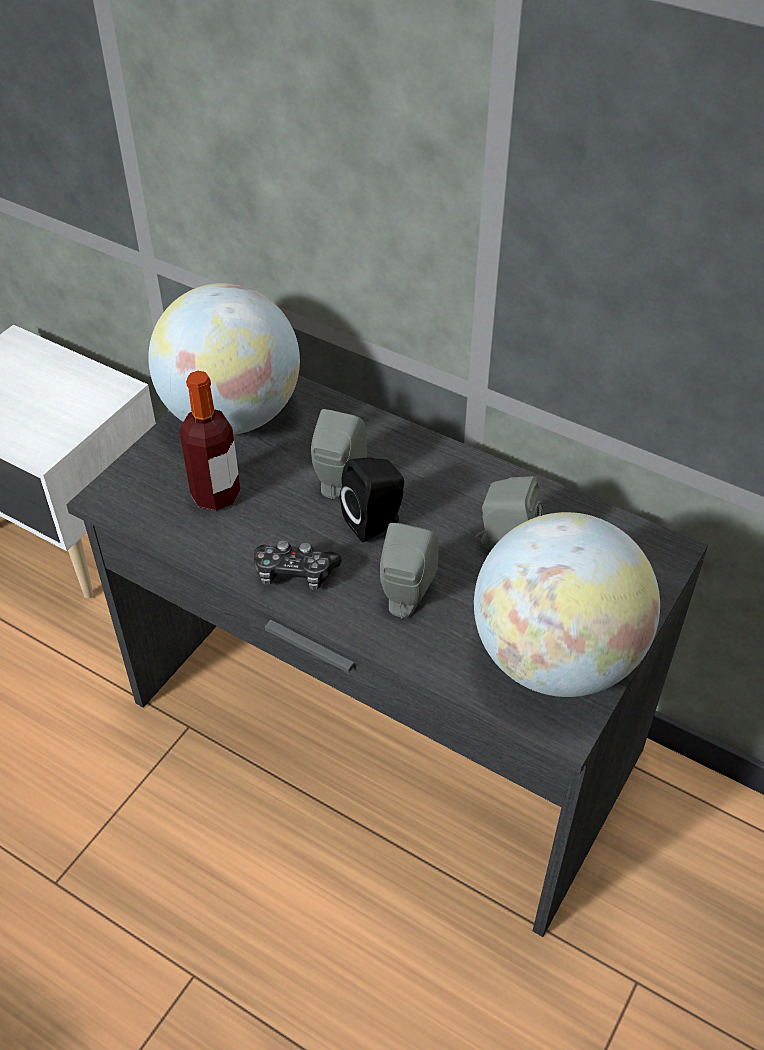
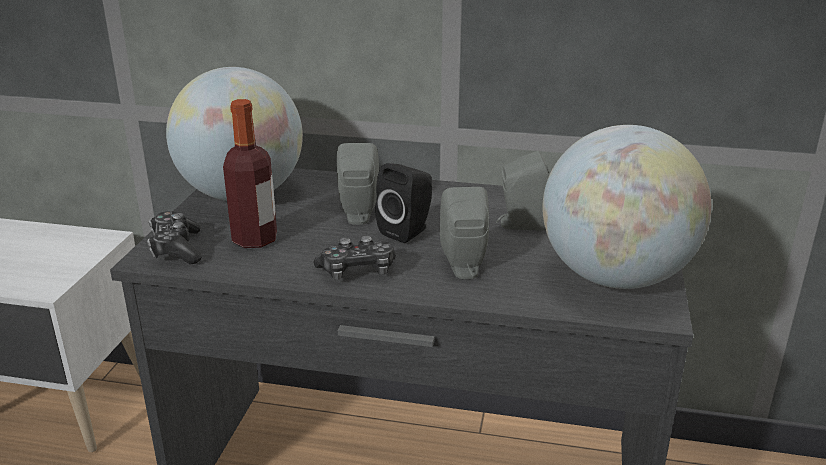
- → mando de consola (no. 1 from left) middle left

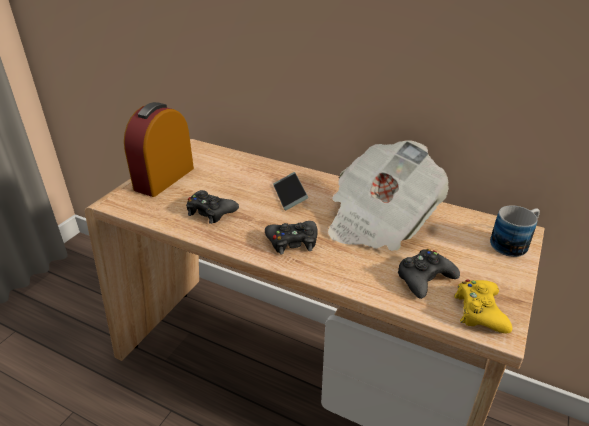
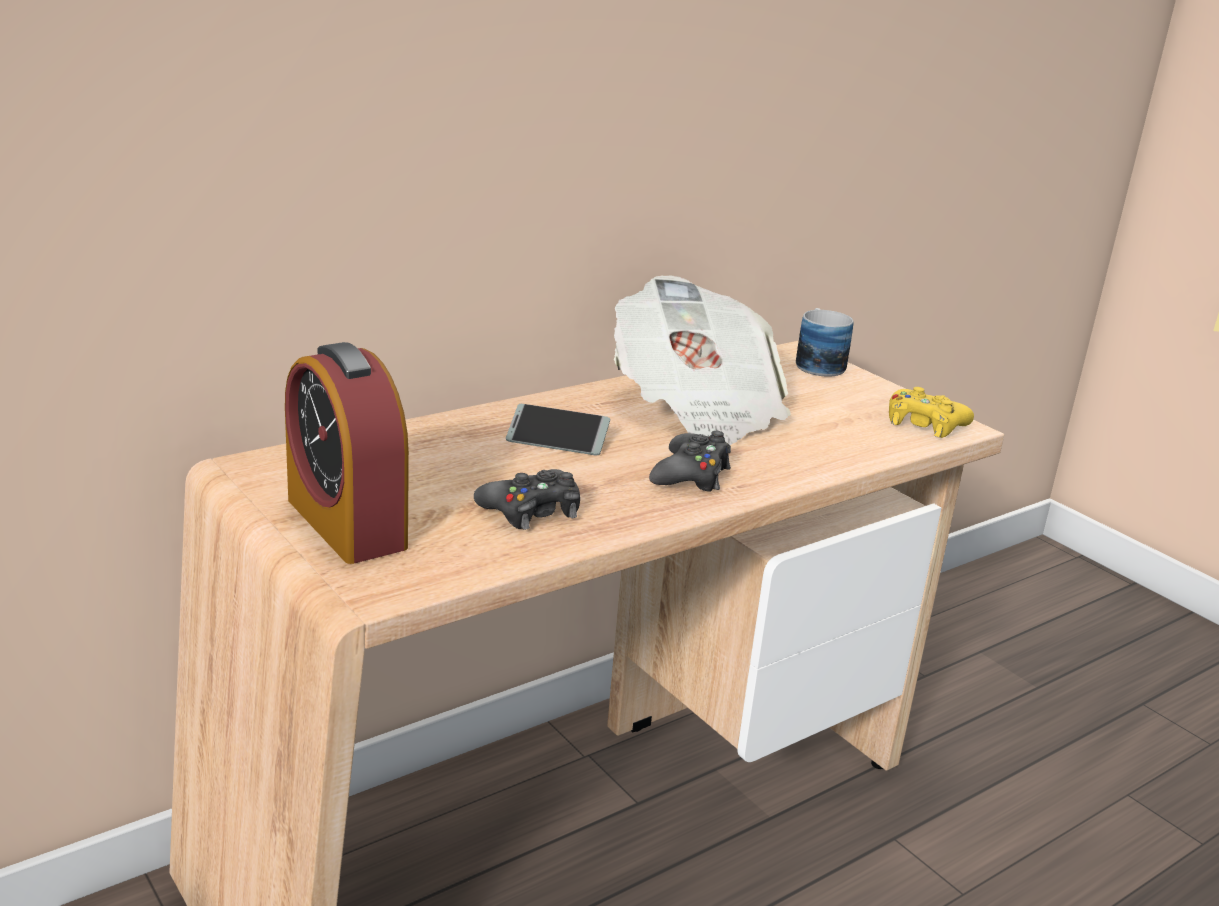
mando de consola [negro] (no. 3 from left) middle right → -

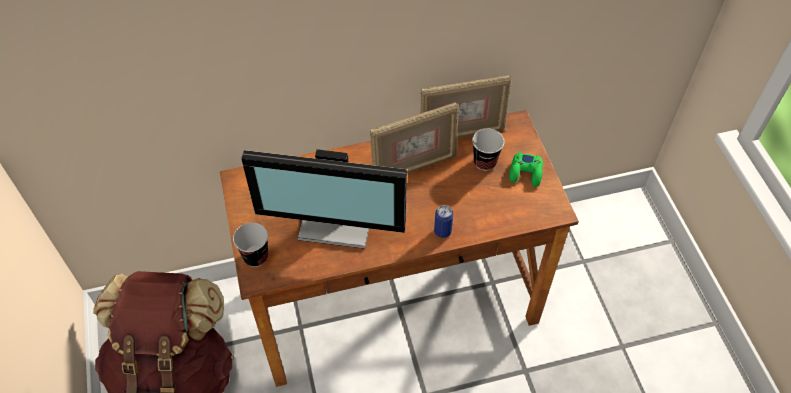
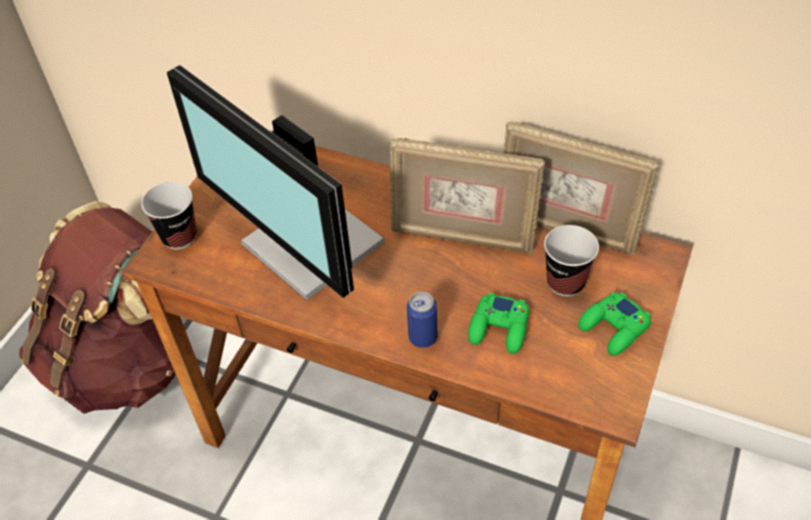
- → mando de consola [verde] (no. 1 from left) centre

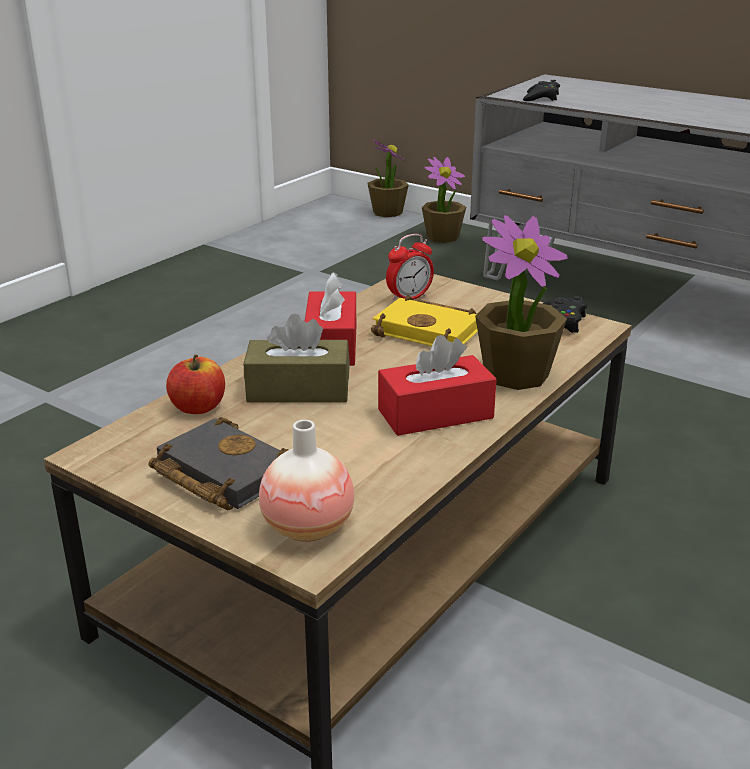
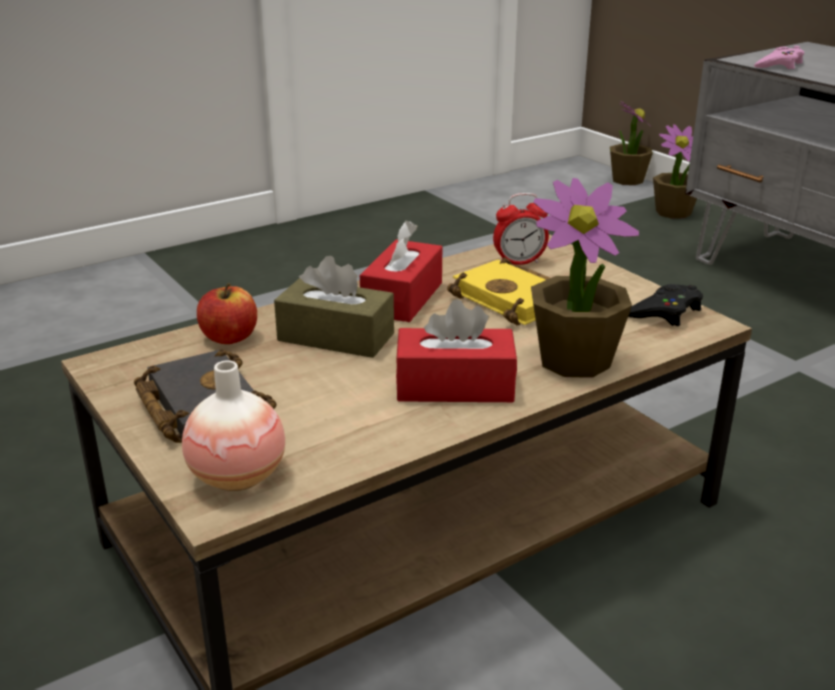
mando de consola [negro] (no. 1 from left) top right → mando de consola [rosa] top right

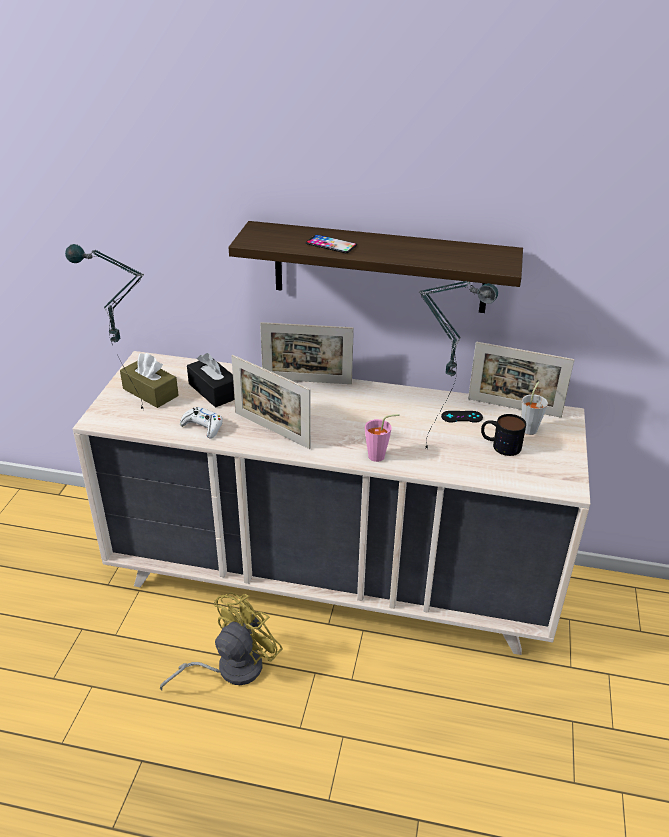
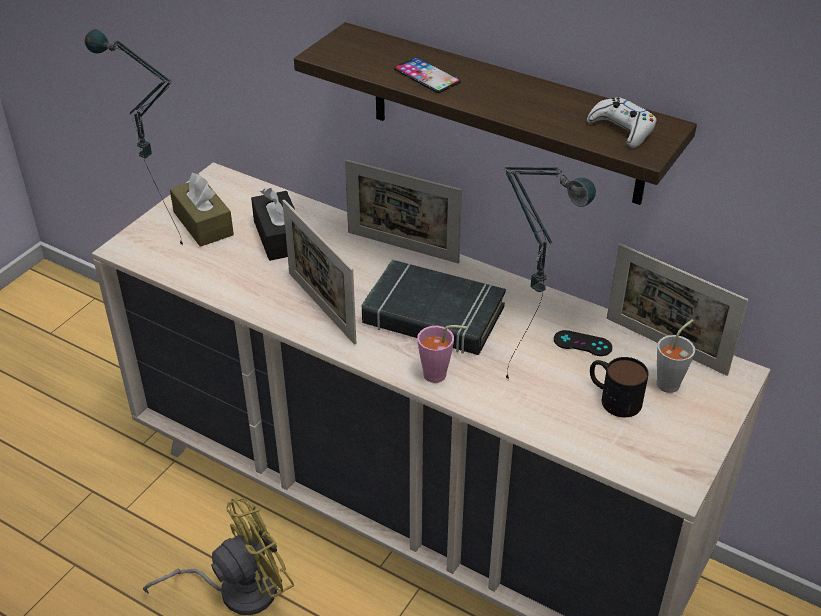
mando de consola [blanco] middle left → mando de consola [blanco] top right, relocated
- → libro [negro] centre

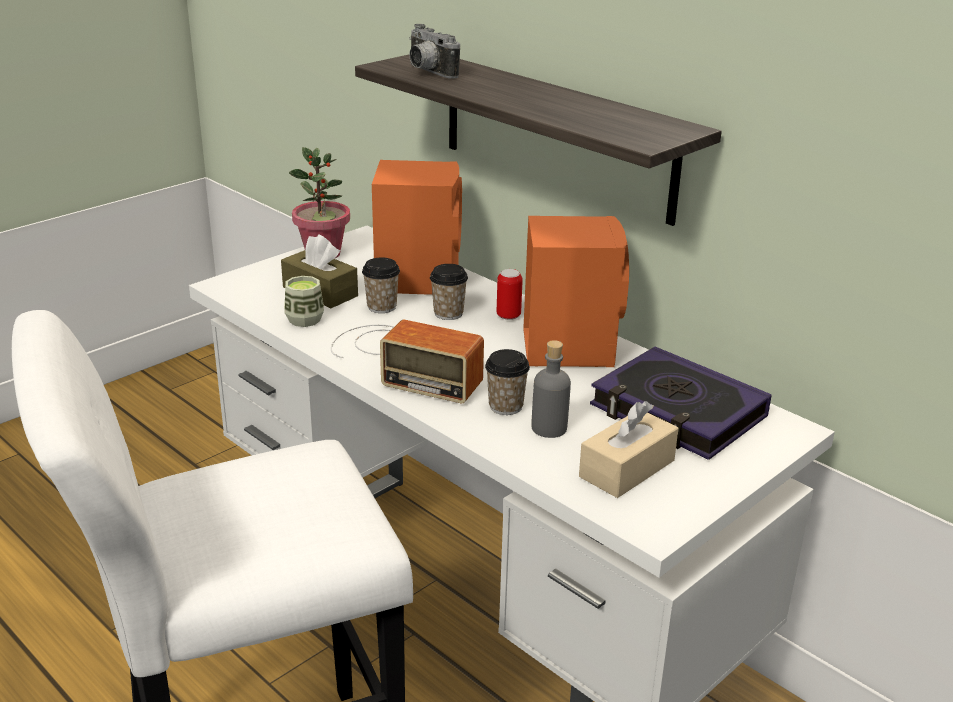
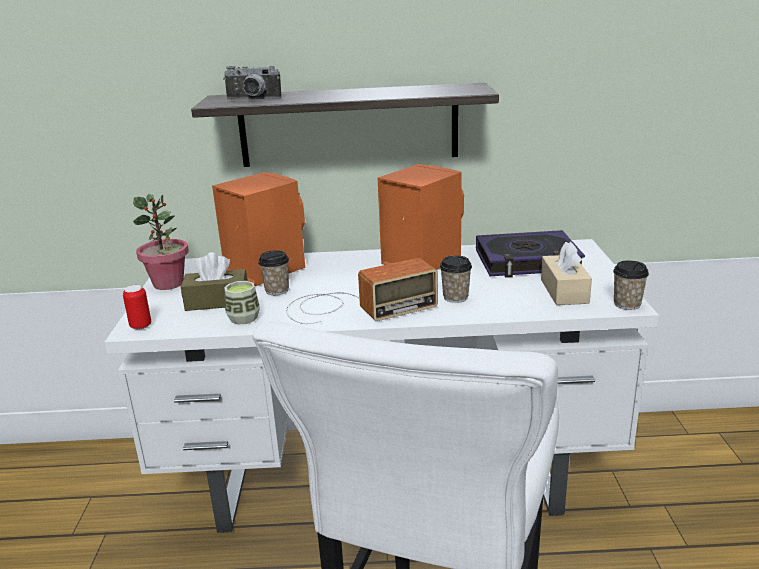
taza (no. 3 from left in the first image) centre → taza (no. 4 from left) middle right, relocated
lata centre → lata middle left, relocated
botella [gris] centre → -

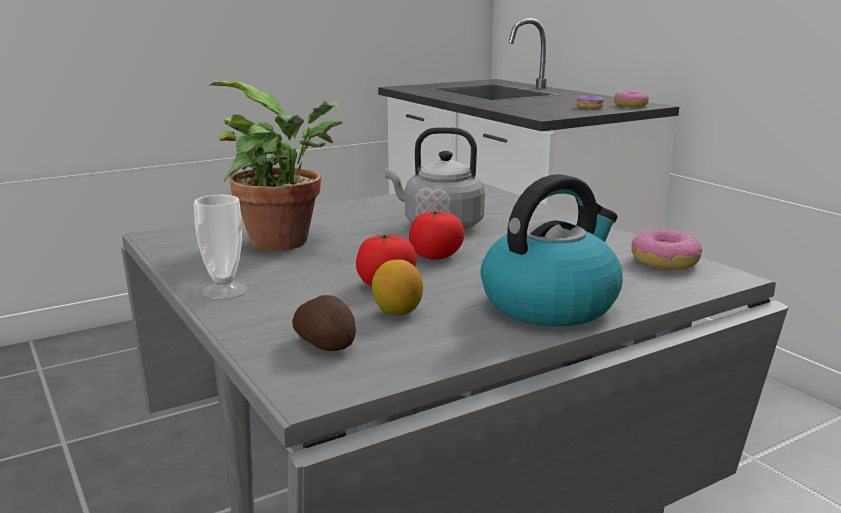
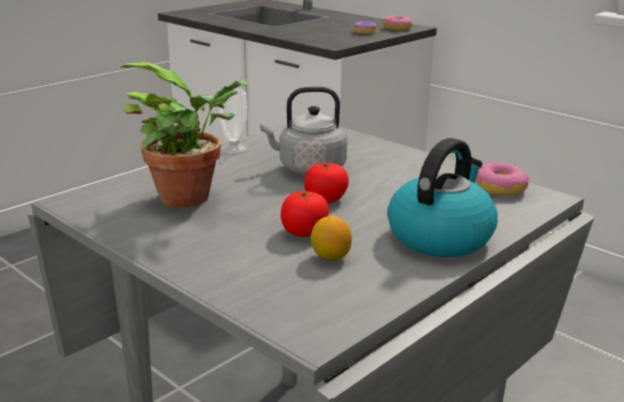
taza middle left → taza top centre, relocated
patata centre → -

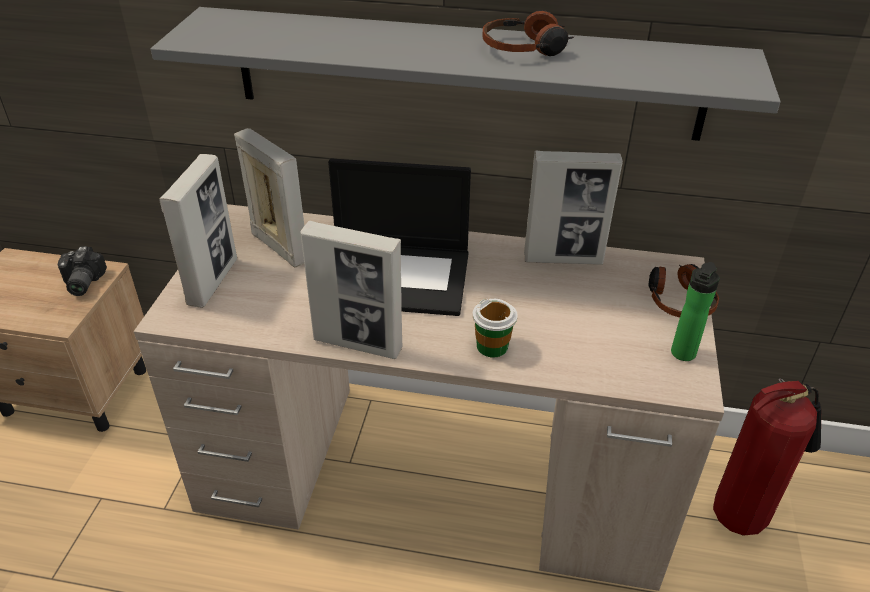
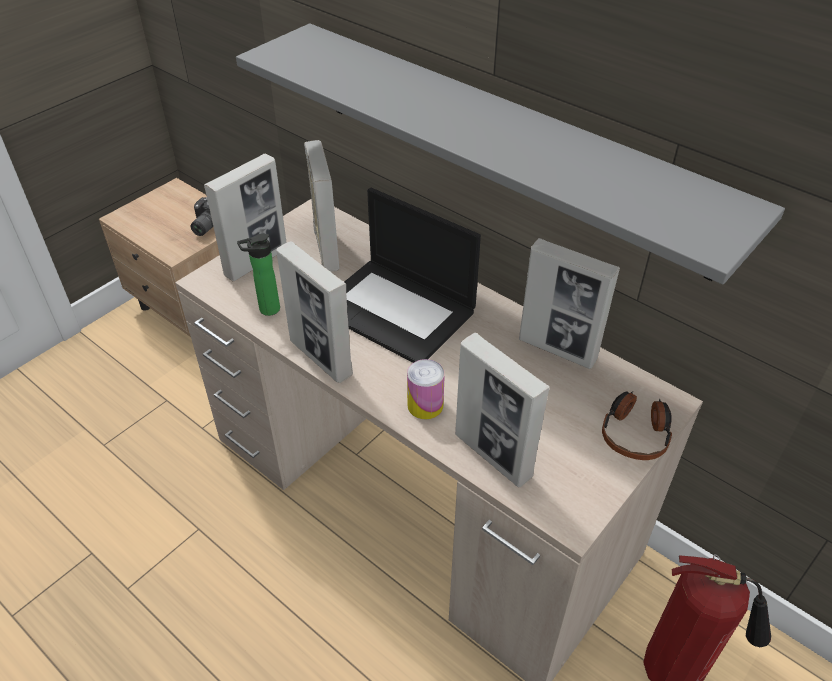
taza centre → lata centre
auriculares (no. 1 from left) top centre → -
botella middle right → botella middle left, relocated
- → portarretratos (no. 4 from left) centre

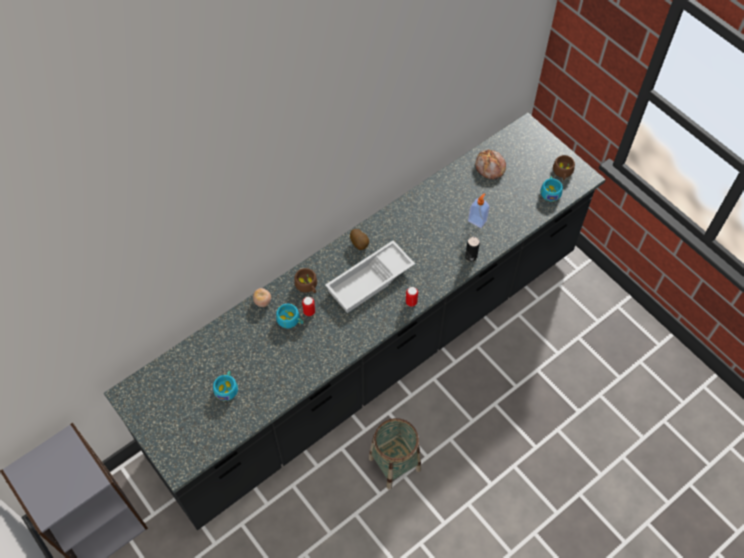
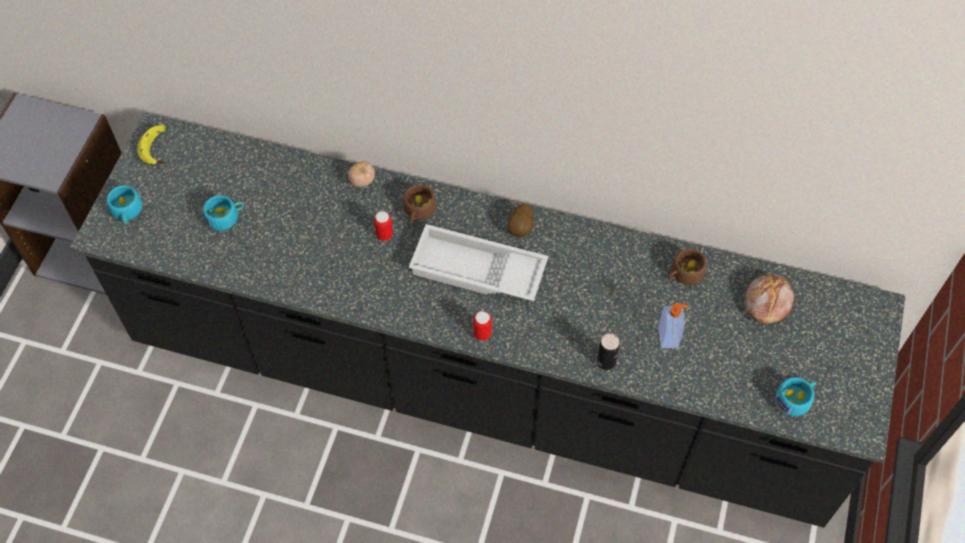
taza [turquesa] (no. 2 from left in the first image) centre → taza [turquesa] (no. 1 from left) middle left, relocated
cesta bottom centre → -
taza [marrón] (no. 2 from left) top right → taza [marrón] (no. 2 from left) middle right, relocated
- → plátano top left

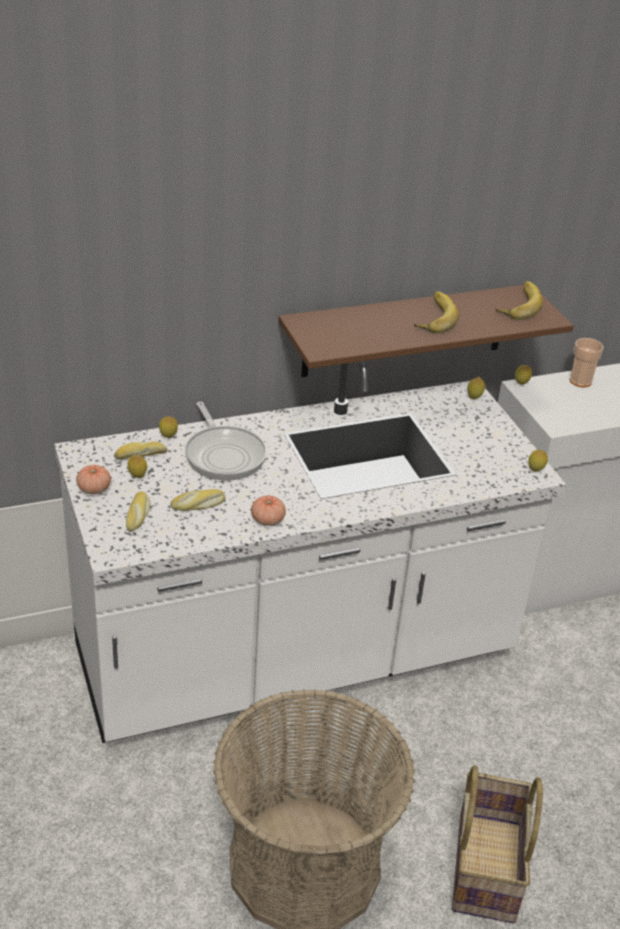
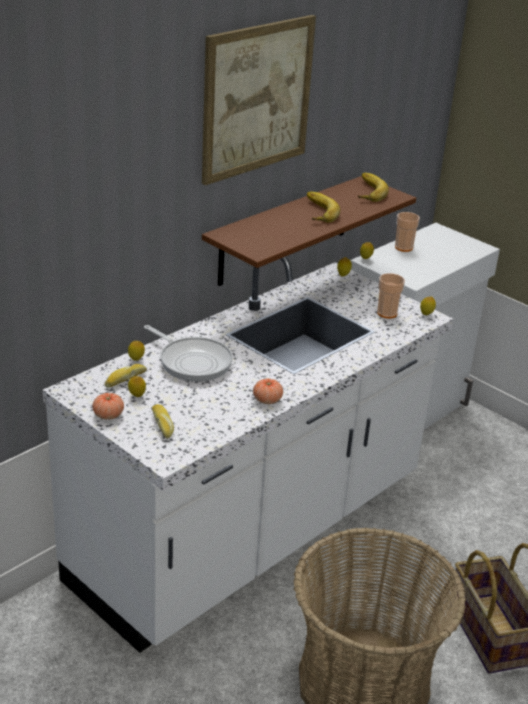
pan (no. 3 from left) middle left → -
- → cuadro top centre
- → taza (no. 1 from left) middle right

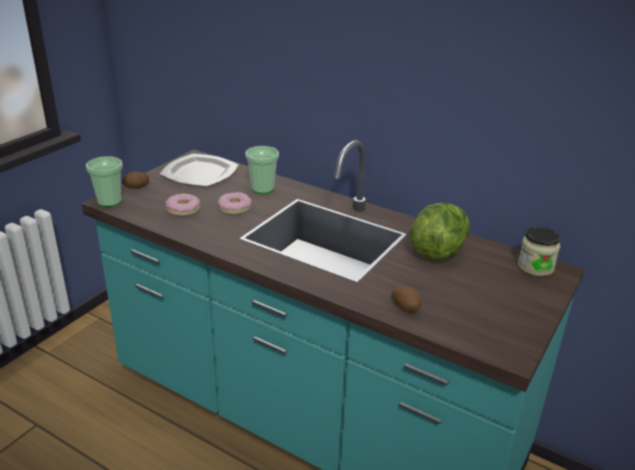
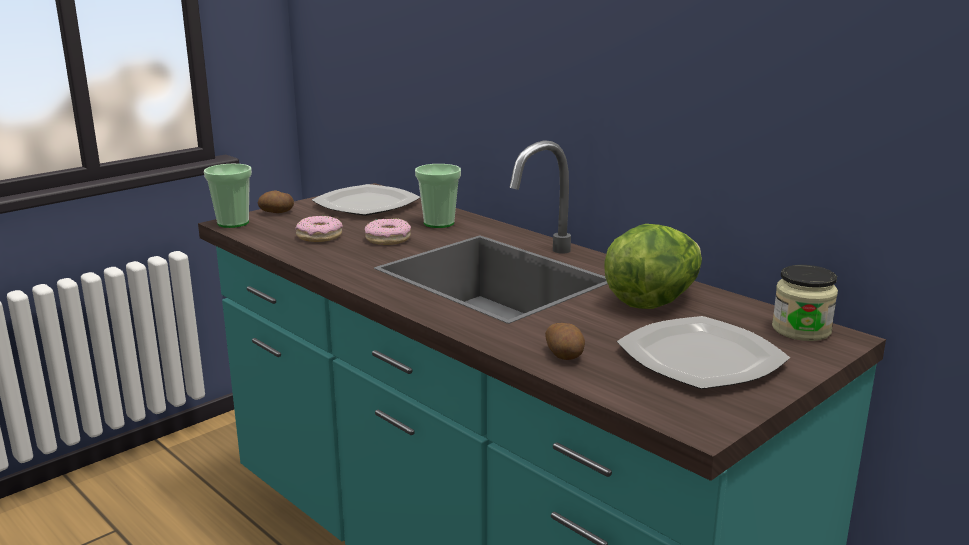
- → plato (no. 2 from left) middle right

